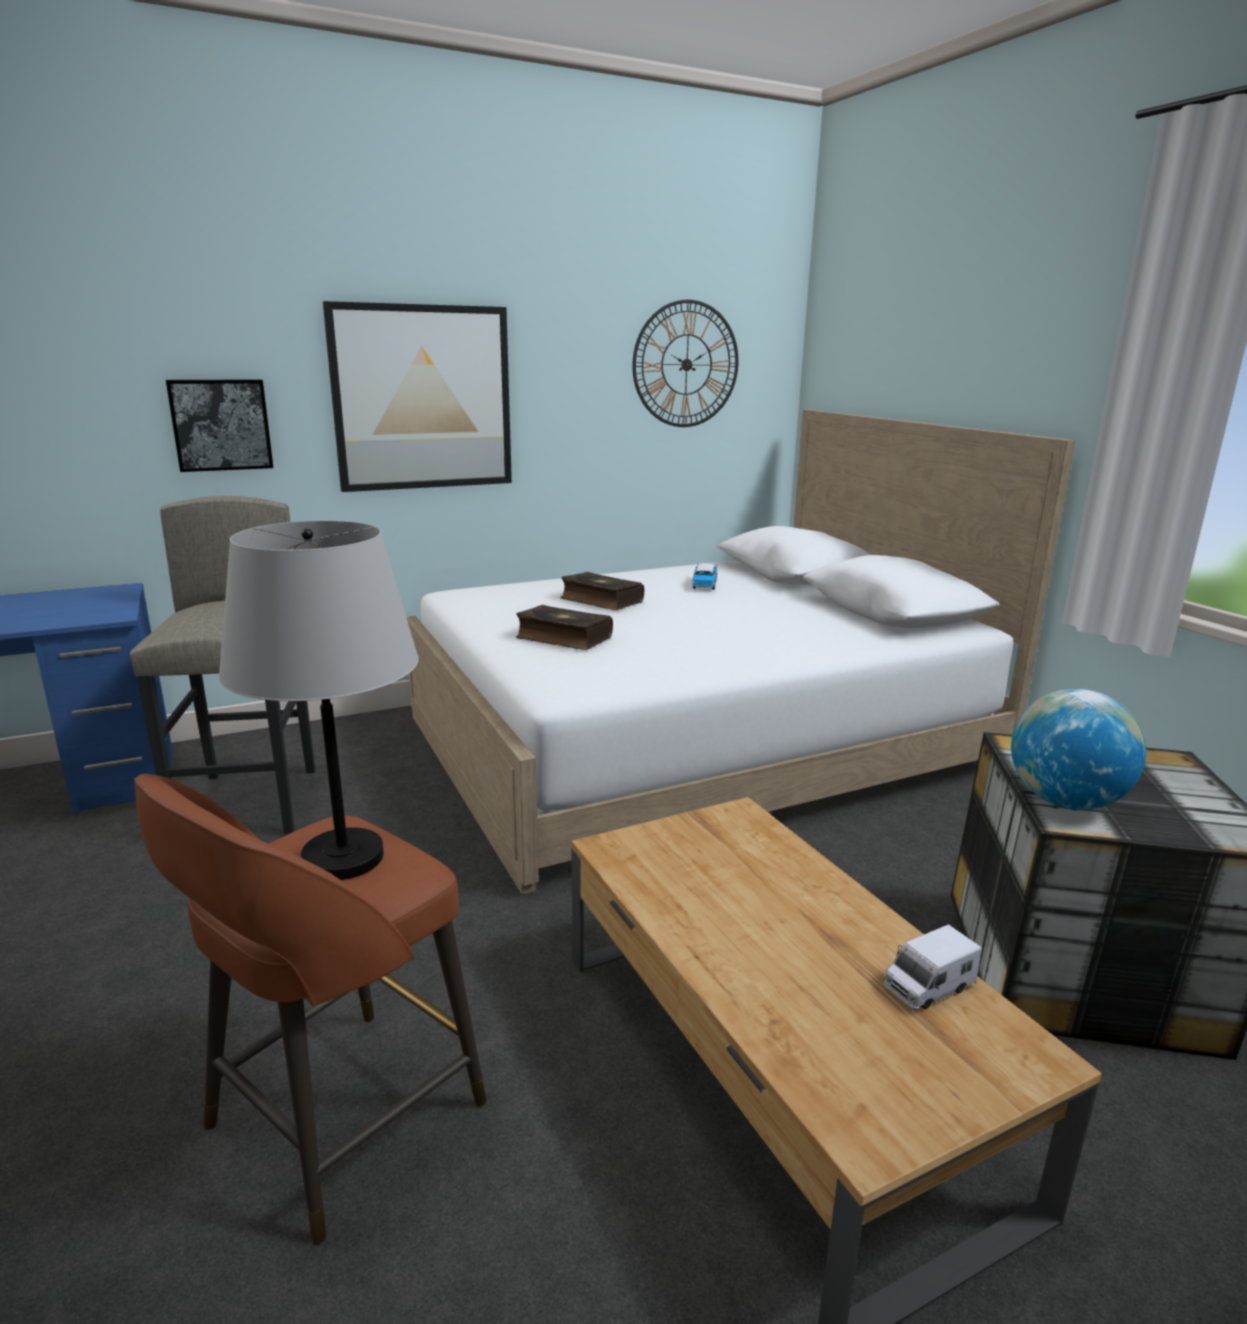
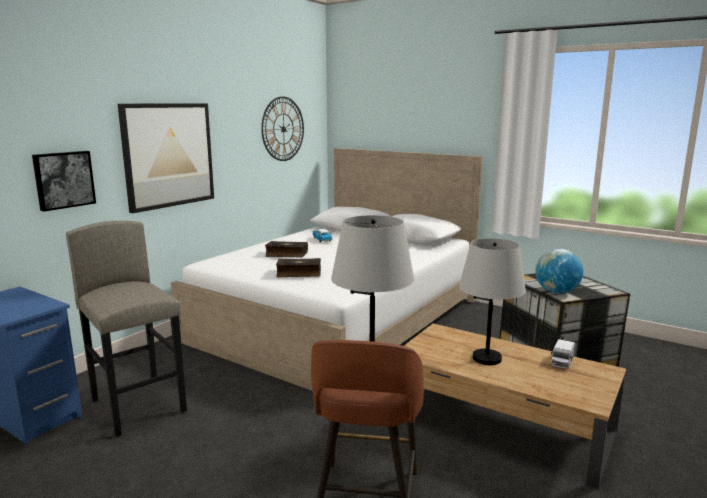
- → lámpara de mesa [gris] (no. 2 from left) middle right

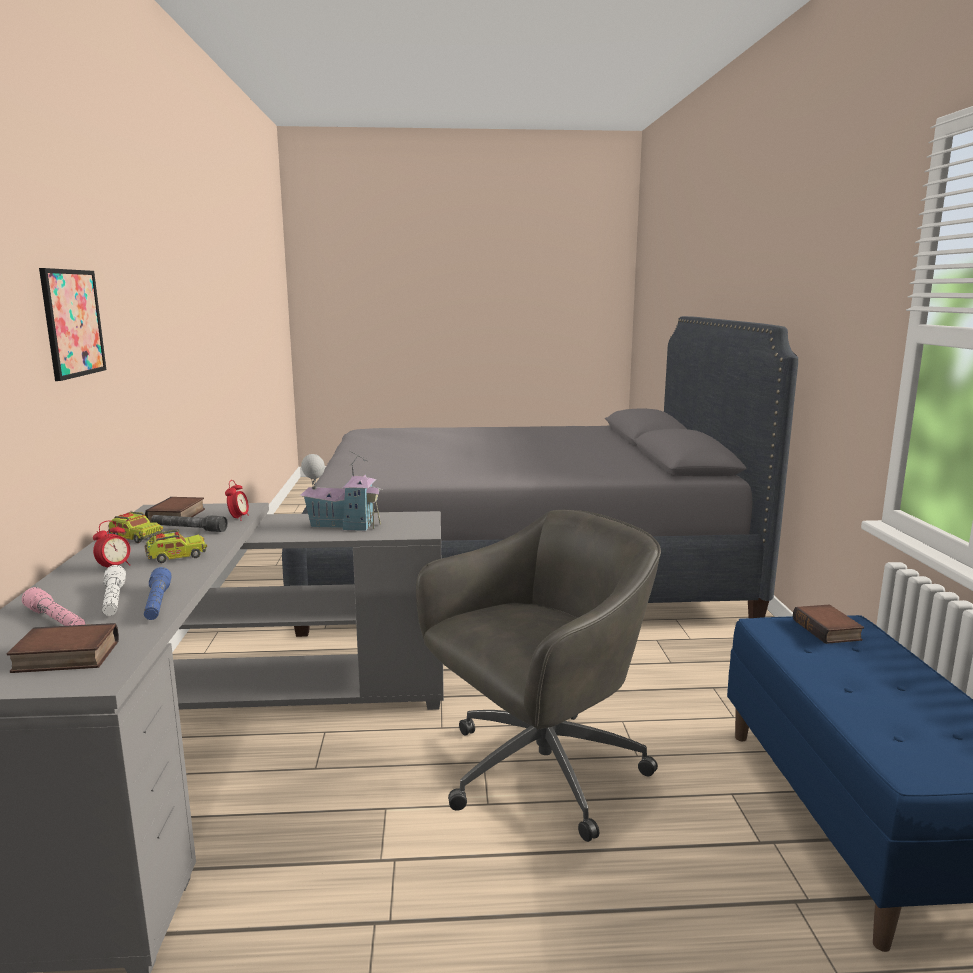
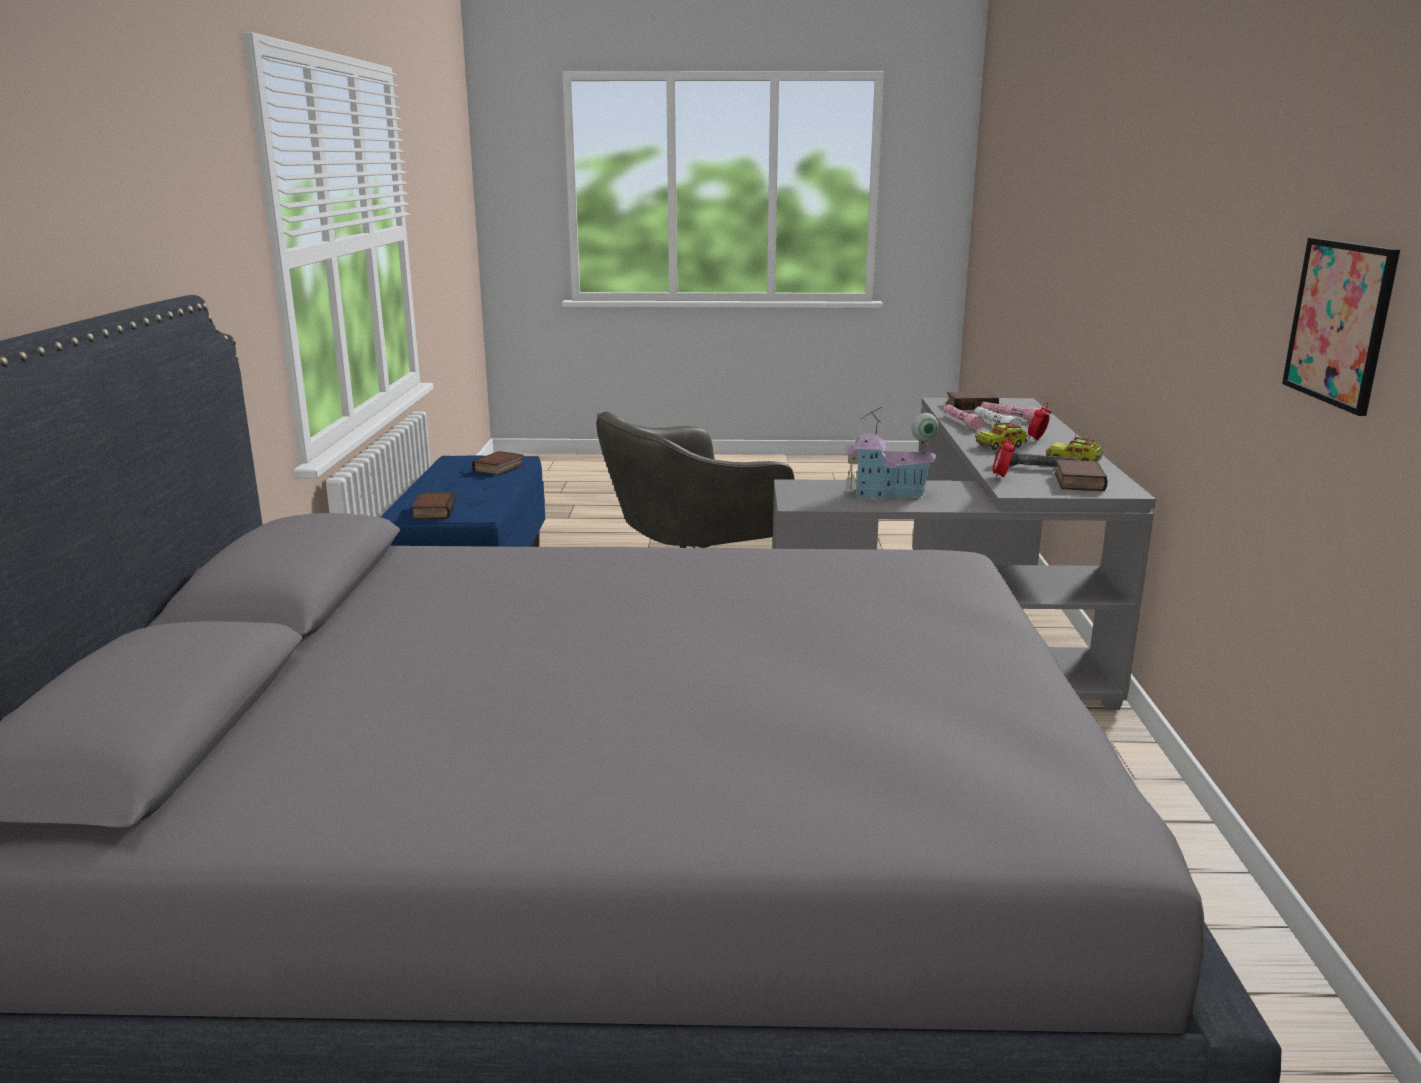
cuadro top left → cuadro top right, relocated
linterna [azul] middle left → linterna [rosa] (no. 1 from left) middle right
- → libro (no. 2 from left) centre

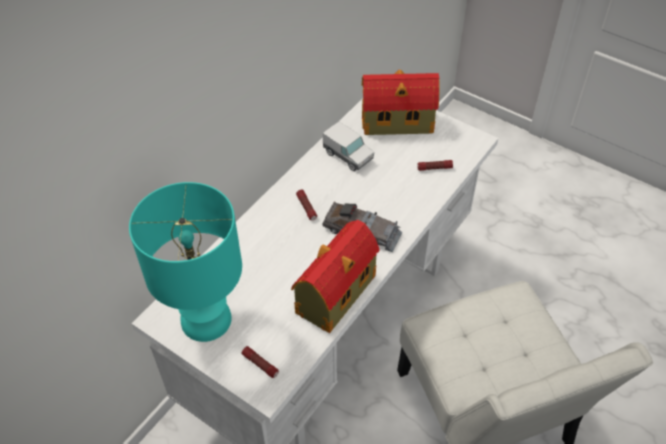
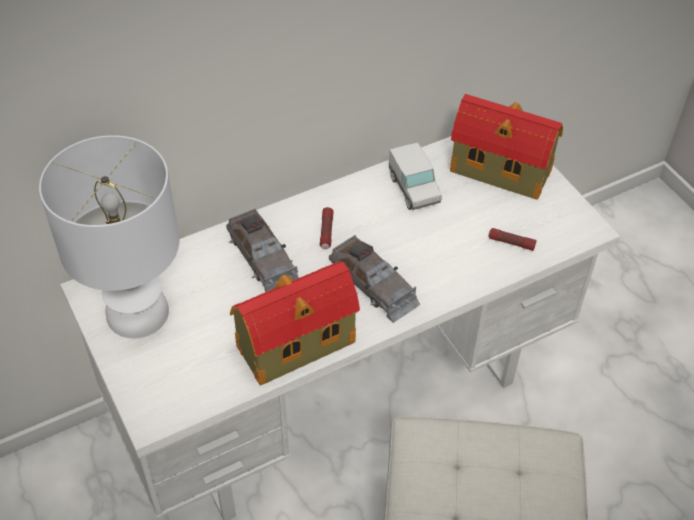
lámpara de mesa [turquesa] middle left → lámpara de mesa [blanco] middle left
linterna (no. 1 from left) bottom centre → -
- → coche de juguete [gris] (no. 1 from left) centre

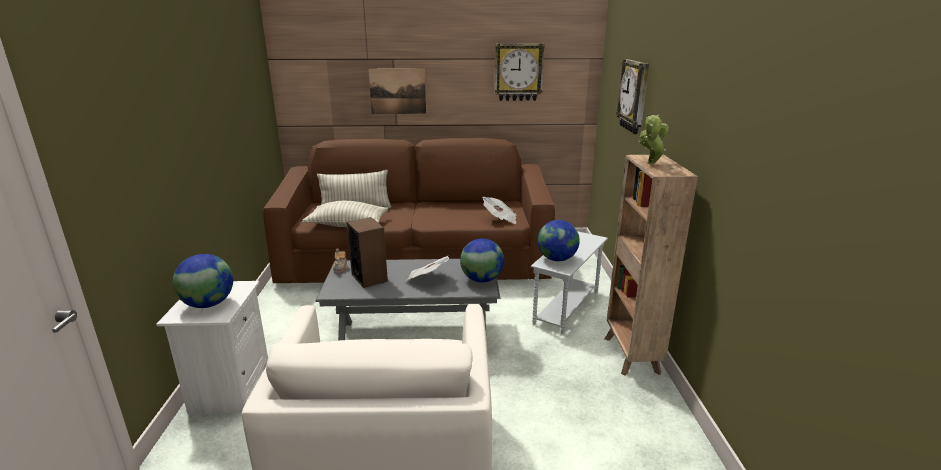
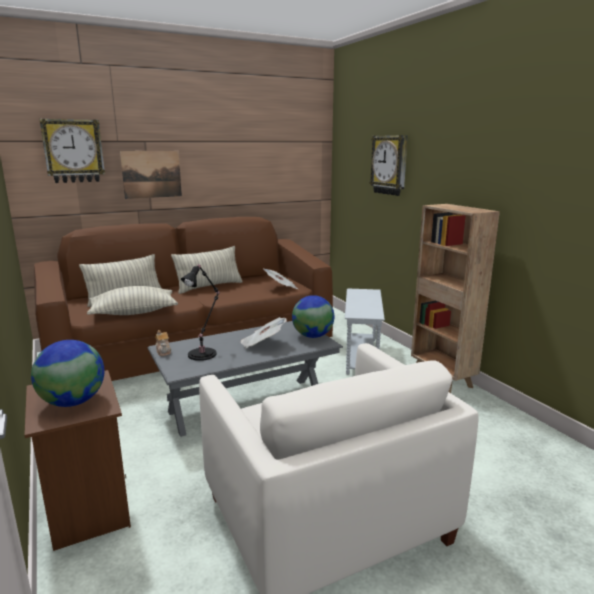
mesita de noche [blanco] bottom left → mesita de noche [marrón] bottom left
altavoz centre → lámpara de mesa [negro] centre
reloj de pared (no. 1 from left) top centre → reloj de pared (no. 1 from left) top left, relocated
globo terráqueo (no. 3 from left) centre → -
planta en maceta top right → -
- → cojín (no. 3 from left) centre

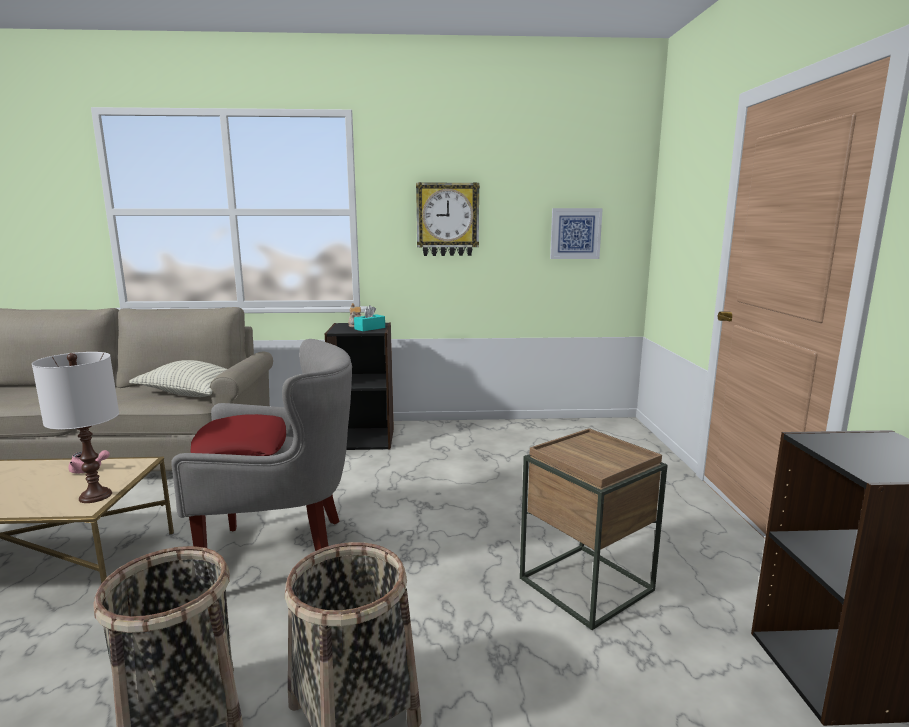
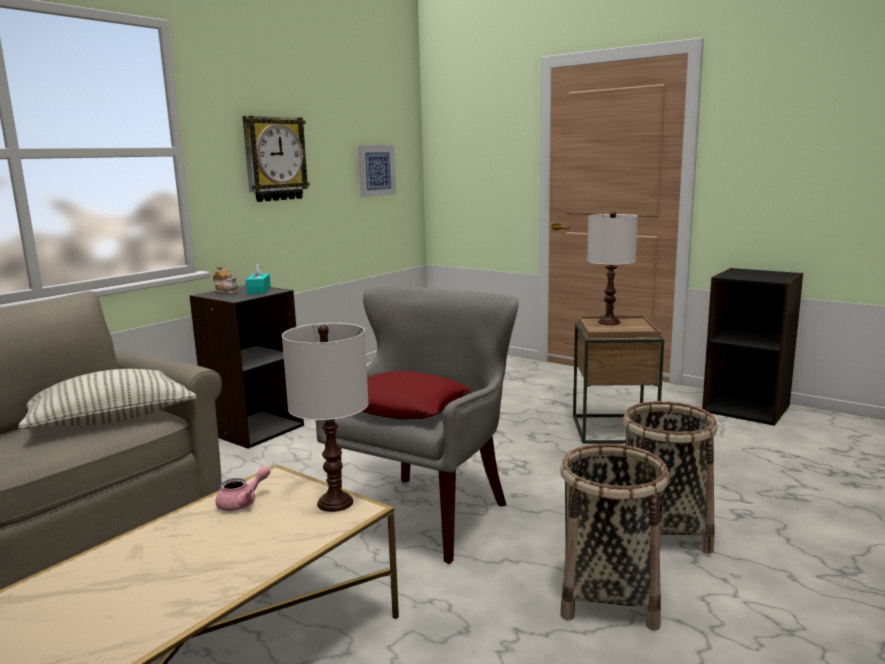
- → lámpara de mesa [blanco] (no. 2 from left) middle right

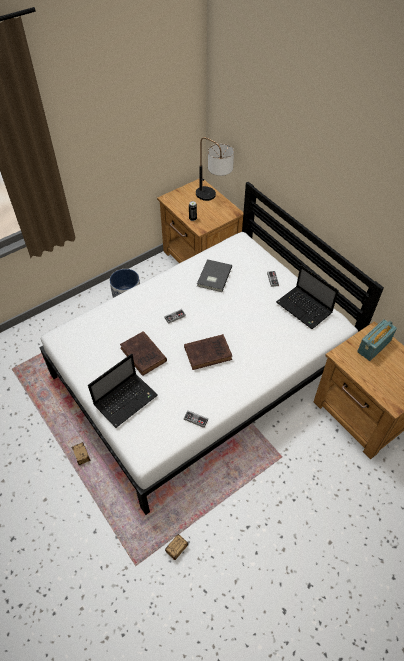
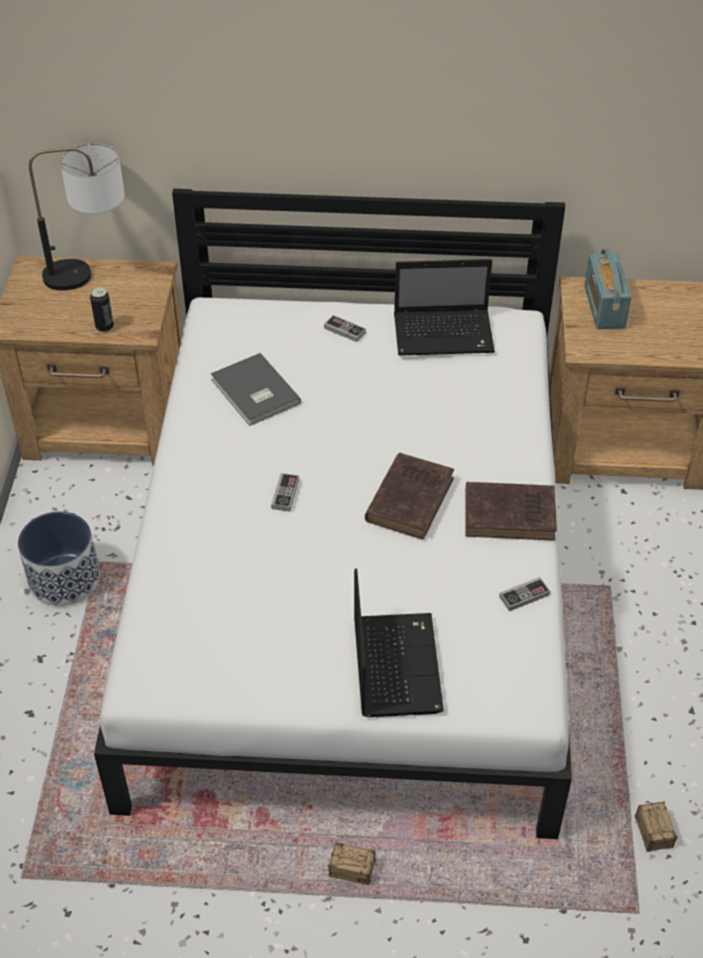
libro [marrón] (no. 1 from left in the first image) centre → libro [marrón] (no. 2 from left) middle right, relocated

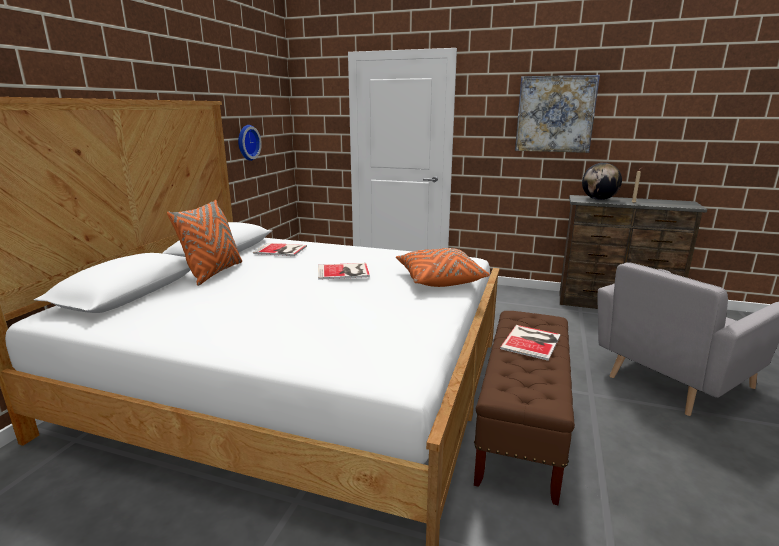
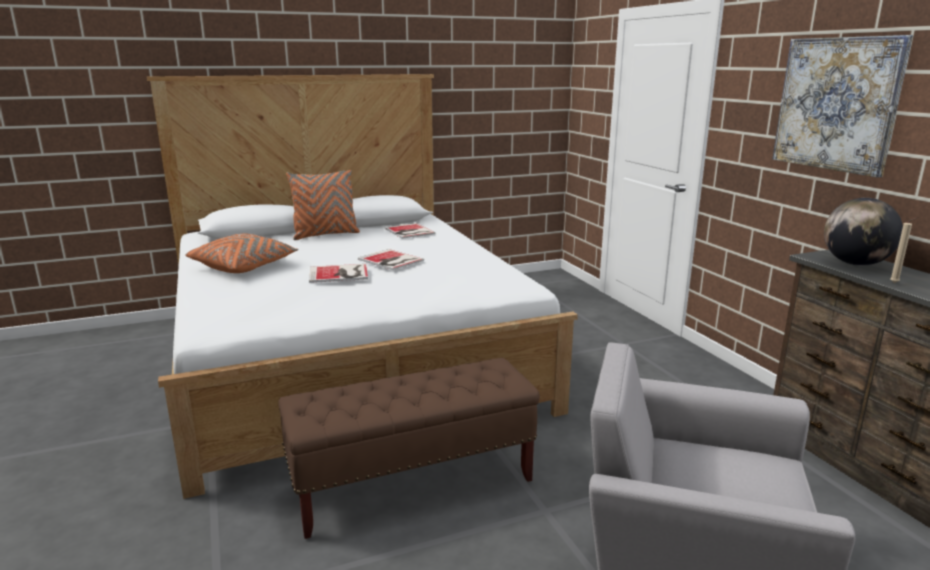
reloj de pared top left → -
cojín [naranja] (no. 2 from left in the first image) centre → cojín [naranja] (no. 1 from left) middle left, relocated
libro (no. 3 from left in the first image) middle right → libro (no. 1 from left) centre, relocated

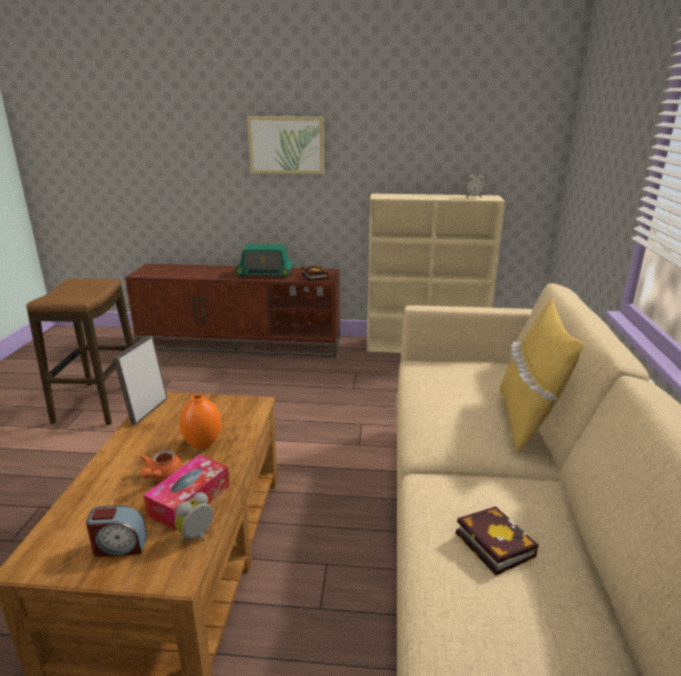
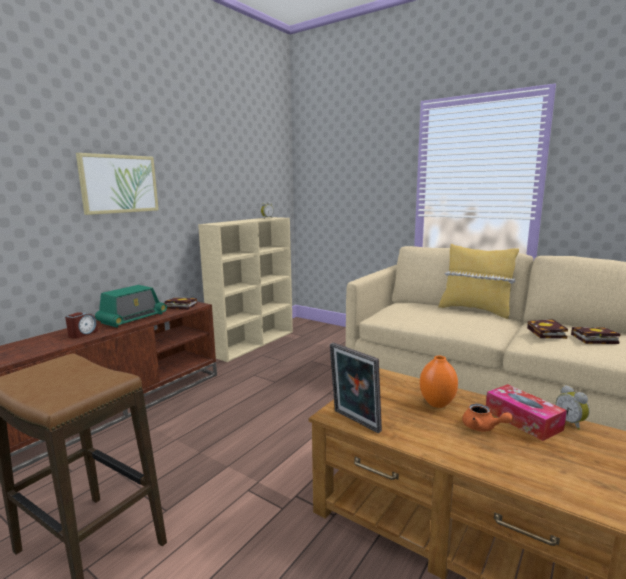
despertador (no. 1 from left) bottom left → despertador (no. 1 from left) middle left, relocated
- → libro (no. 2 from left) middle right

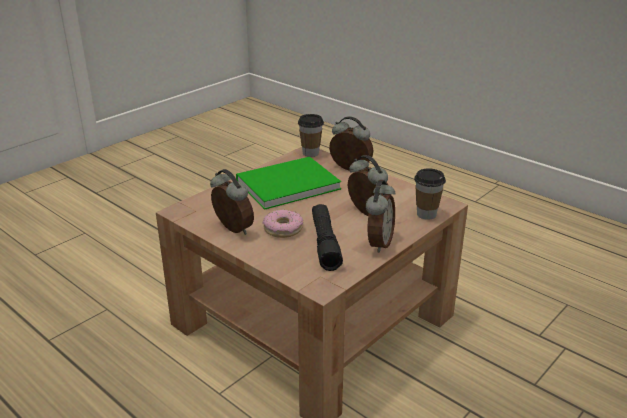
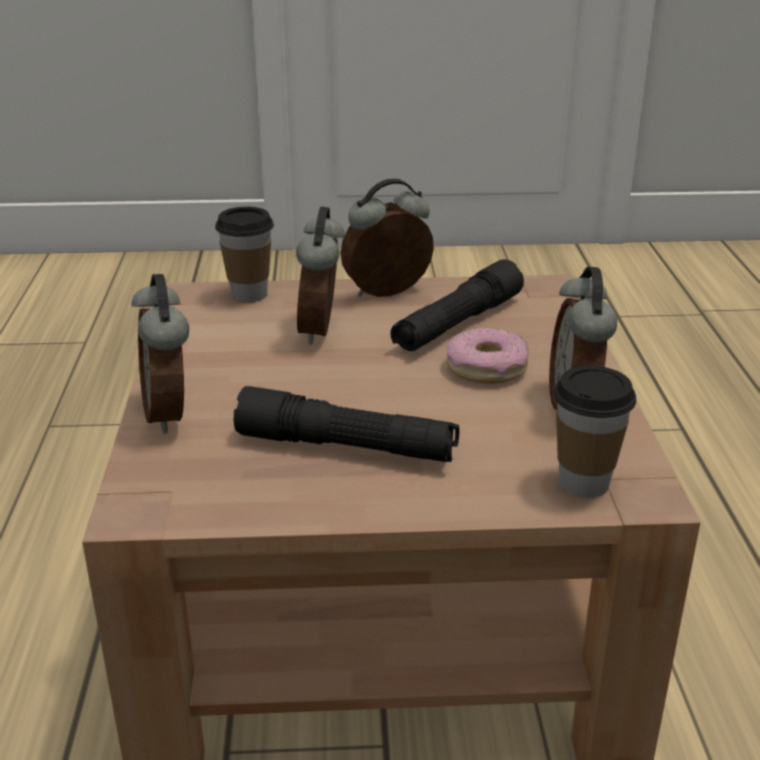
libro [verde] centre → linterna [negro] (no. 1 from left) centre
taza (no. 1 from left in the first image) top centre → taza (no. 2 from left) middle right, relocated

